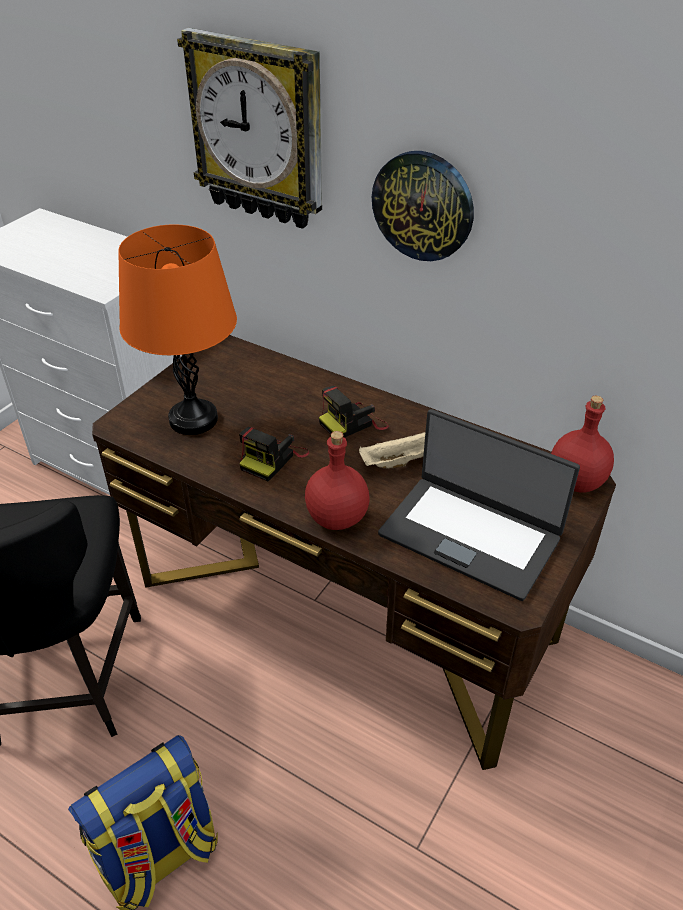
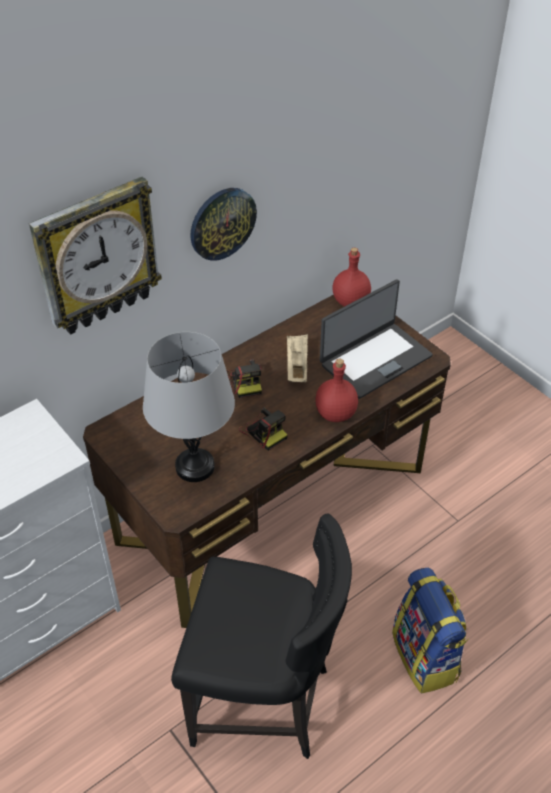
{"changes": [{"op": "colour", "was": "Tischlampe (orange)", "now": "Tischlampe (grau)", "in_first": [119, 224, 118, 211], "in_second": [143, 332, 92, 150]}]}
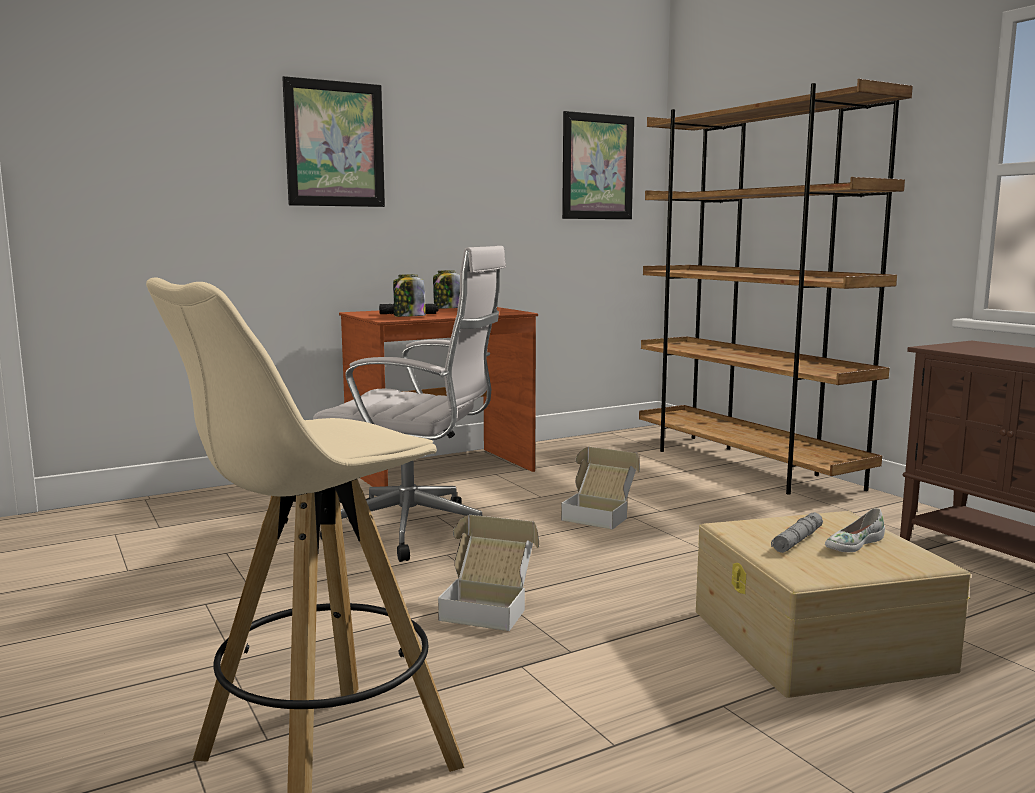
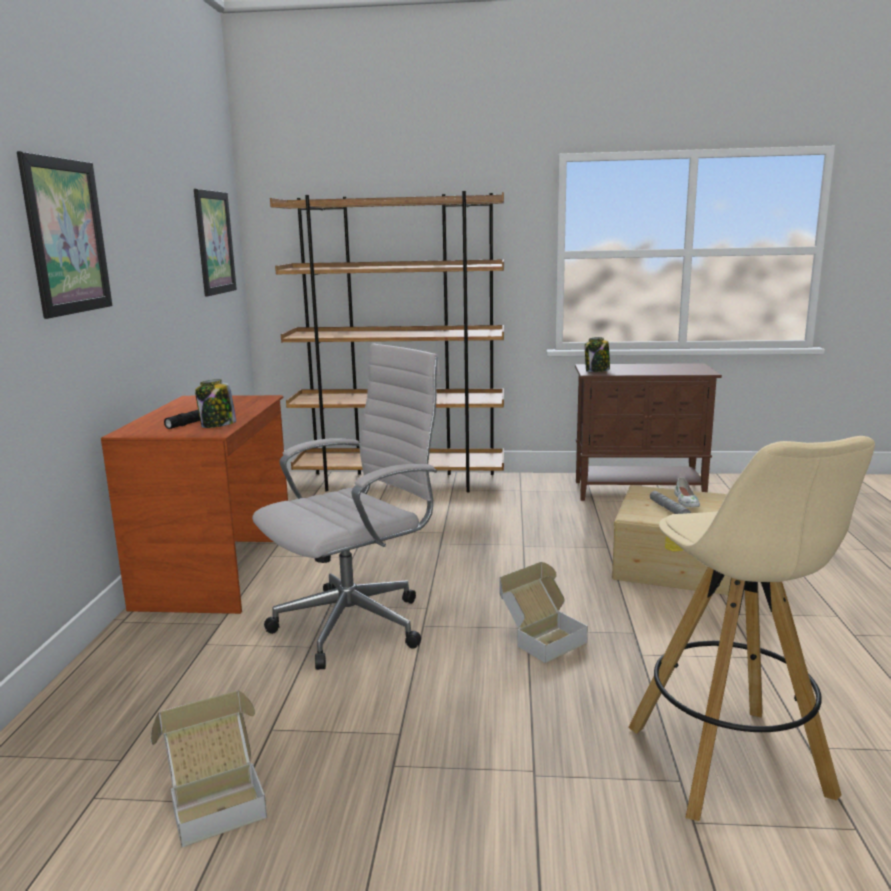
{"changes": [{"op": "relocated", "was": "Vorratsglas", "in_first": [433, 270, 27, 39], "in_second": [585, 337, 25, 35]}, {"op": "relocated", "was": "Karton", "in_first": [561, 447, 79, 83], "in_second": [151, 690, 116, 158]}]}
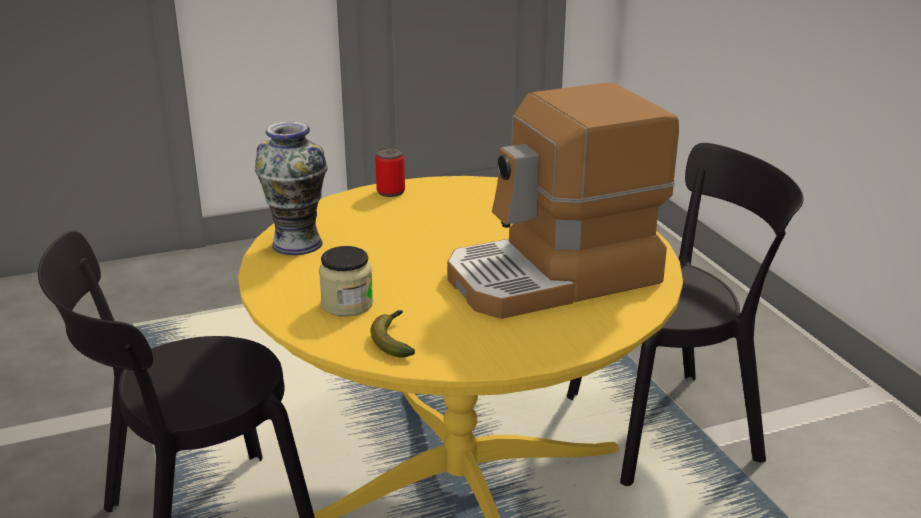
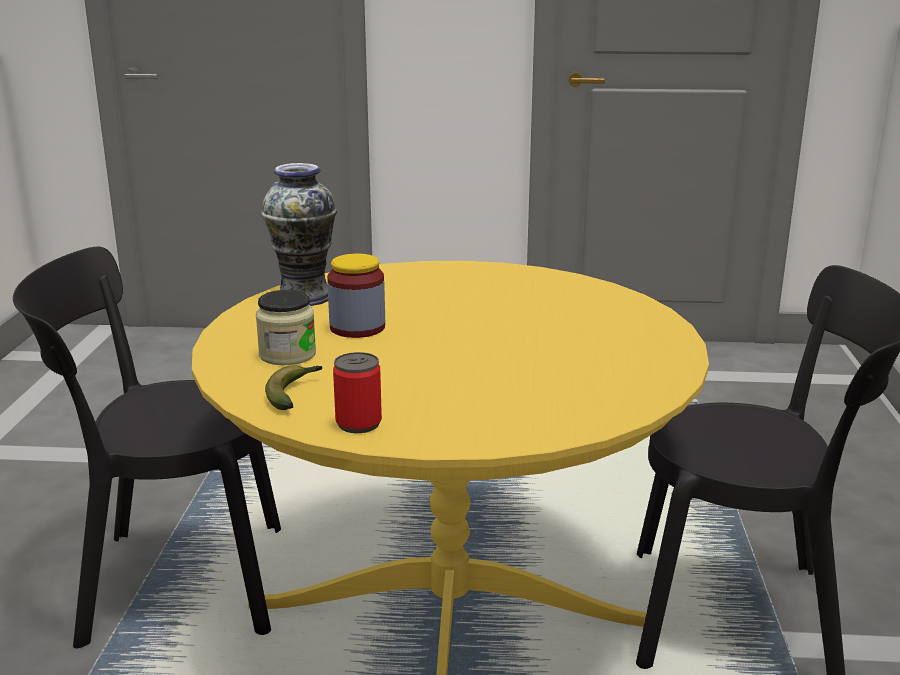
{"changes": [{"op": "missing", "was": "Kaffeemaschine", "in_first": [447, 83, 232, 236]}, {"op": "appeared", "now": "Vorratsglas", "in_second": [327, 254, 58, 84]}, {"op": "relocated", "was": "Dose", "in_first": [375, 147, 30, 50], "in_second": [333, 352, 49, 81]}]}
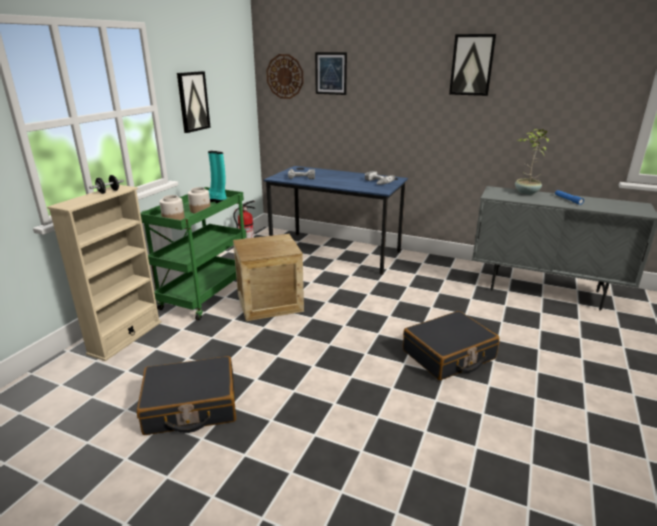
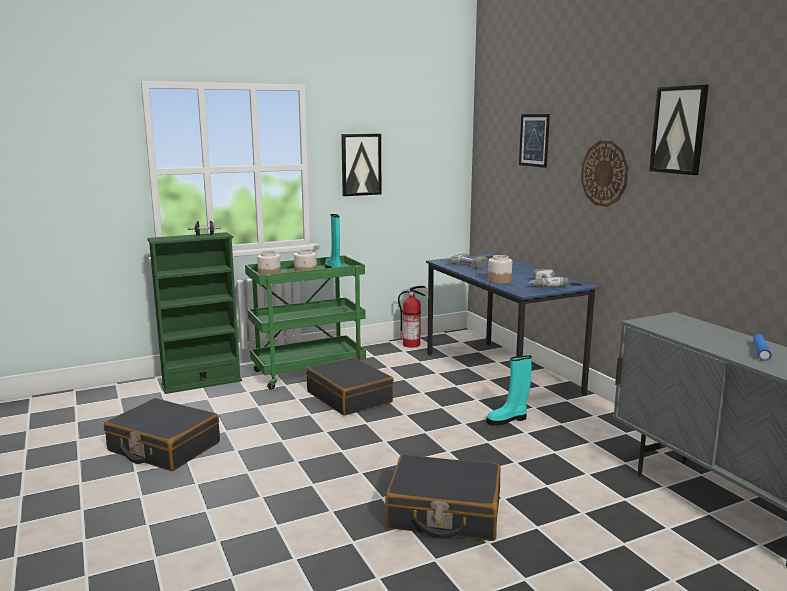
{"changes": [{"op": "missing", "was": "Topfpflanze", "in_first": [515, 129, 34, 66]}, {"op": "appeared", "now": "Stiefel (türkis)", "in_second": [486, 355, 46, 71]}, {"op": "appeared", "now": "Vorratsglas", "in_second": [488, 255, 24, 29]}, {"op": "relocated", "was": "Wanduhr", "in_first": [266, 54, 37, 45], "in_second": [581, 141, 48, 66]}, {"op": "exchanged", "was": "Kiste", "now": "Koffer (schwarz)", "in_first": [233, 234, 71, 87], "in_second": [306, 357, 88, 59]}, {"op": "colour", "was": "Bücherregal (beige)", "now": "Bücherregal (grün)", "in_first": [47, 185, 114, 176], "in_second": [147, 232, 95, 162]}]}
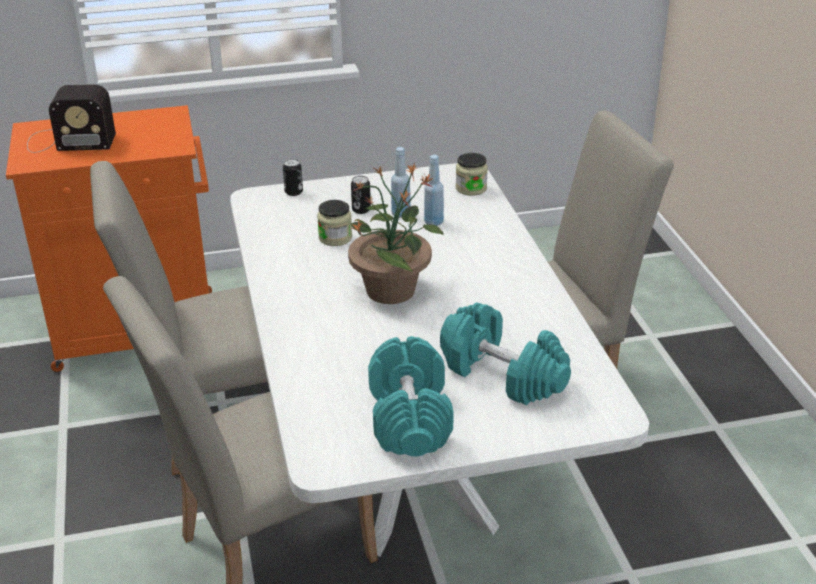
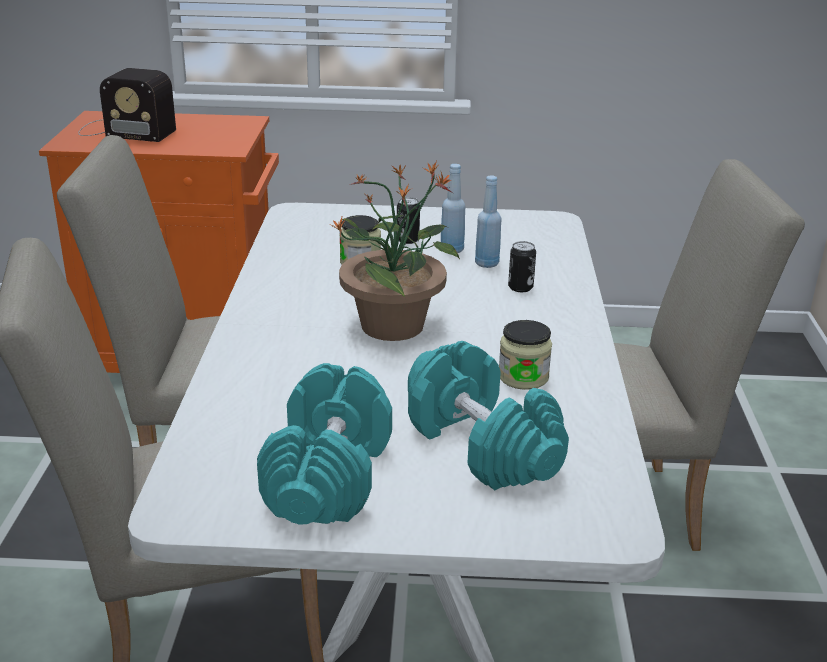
{"changes": [{"op": "relocated", "was": "Dose", "in_first": [283, 159, 20, 37], "in_second": [508, 241, 28, 51]}, {"op": "relocated", "was": "Vorratsglas", "in_first": [456, 153, 32, 43], "in_second": [499, 320, 53, 70]}]}
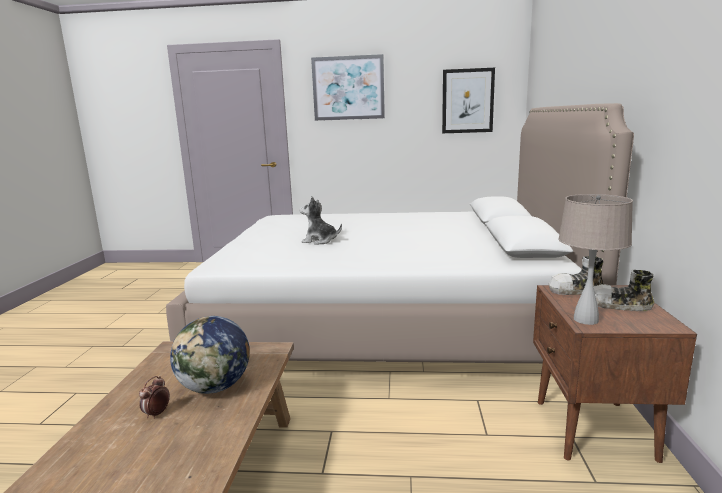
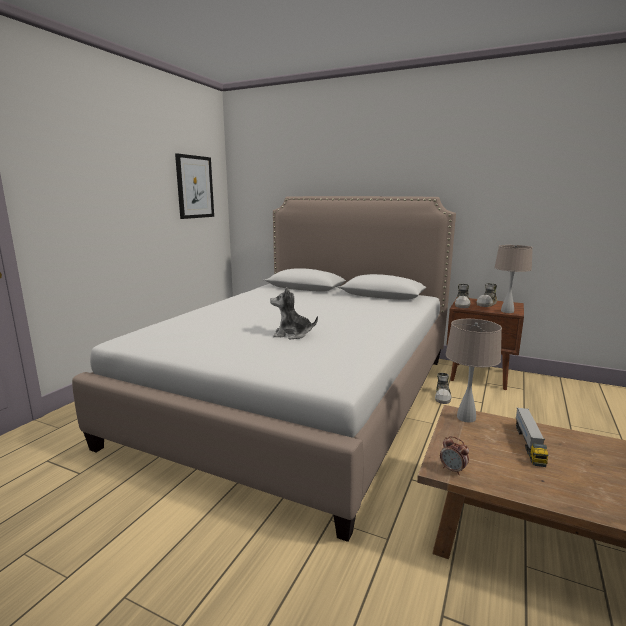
{"changes": [{"op": "missing", "was": "Bild", "in_first": [311, 54, 74, 67]}, {"op": "appeared", "now": "Schuh", "in_second": [435, 373, 16, 31]}, {"op": "appeared", "now": "Tischlampe (beige)", "in_second": [446, 319, 56, 104]}, {"op": "relocated", "was": "Wecker", "in_first": [139, 376, 31, 43], "in_second": [440, 436, 29, 39]}, {"op": "exchanged", "was": "Globus", "now": "Spielzeuglaster", "in_first": [170, 316, 80, 78], "in_second": [516, 407, 33, 60]}, {"op": "spun", "was": "Plüschtier", "in_first": [299, 197, 43, 48], "in_second": [270, 287, 48, 52], "clockwise": 60}]}
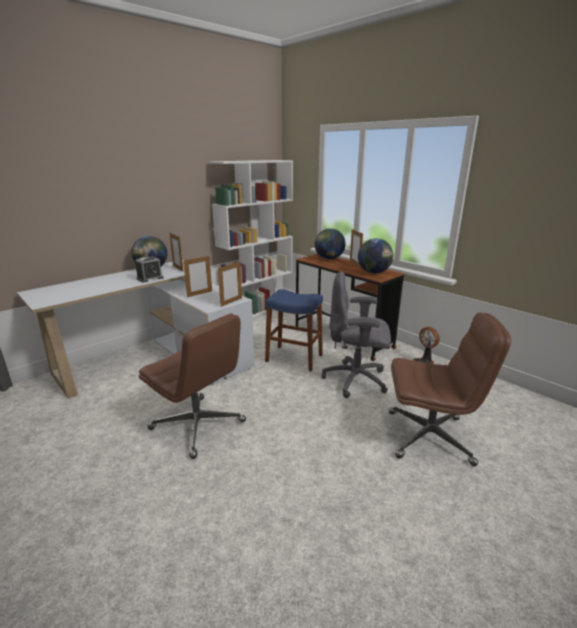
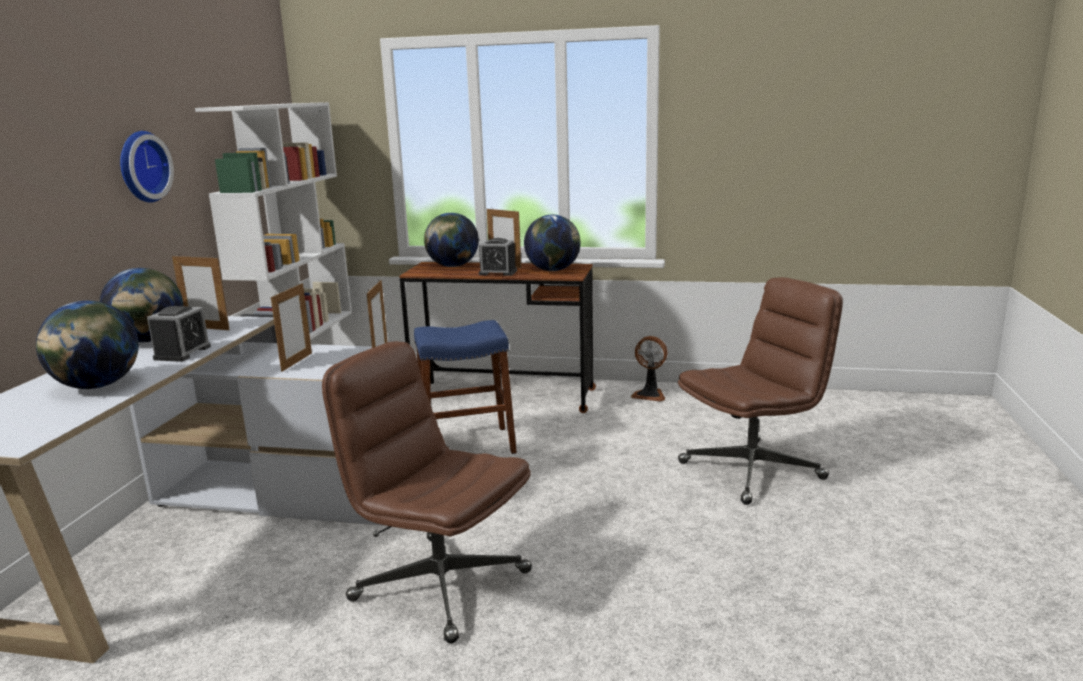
{"changes": [{"op": "missing", "was": "Bürostuhl (grau)", "in_first": [321, 271, 70, 127]}, {"op": "appeared", "now": "Globus", "in_second": [36, 301, 103, 88]}, {"op": "appeared", "now": "Wanduhr", "in_second": [120, 131, 54, 72]}, {"op": "appeared", "now": "Wecker", "in_second": [479, 238, 38, 38]}, {"op": "spun", "was": "Bürostuhl (braun)", "in_first": [139, 313, 107, 146], "in_second": [322, 341, 210, 303], "clockwise": -150}]}
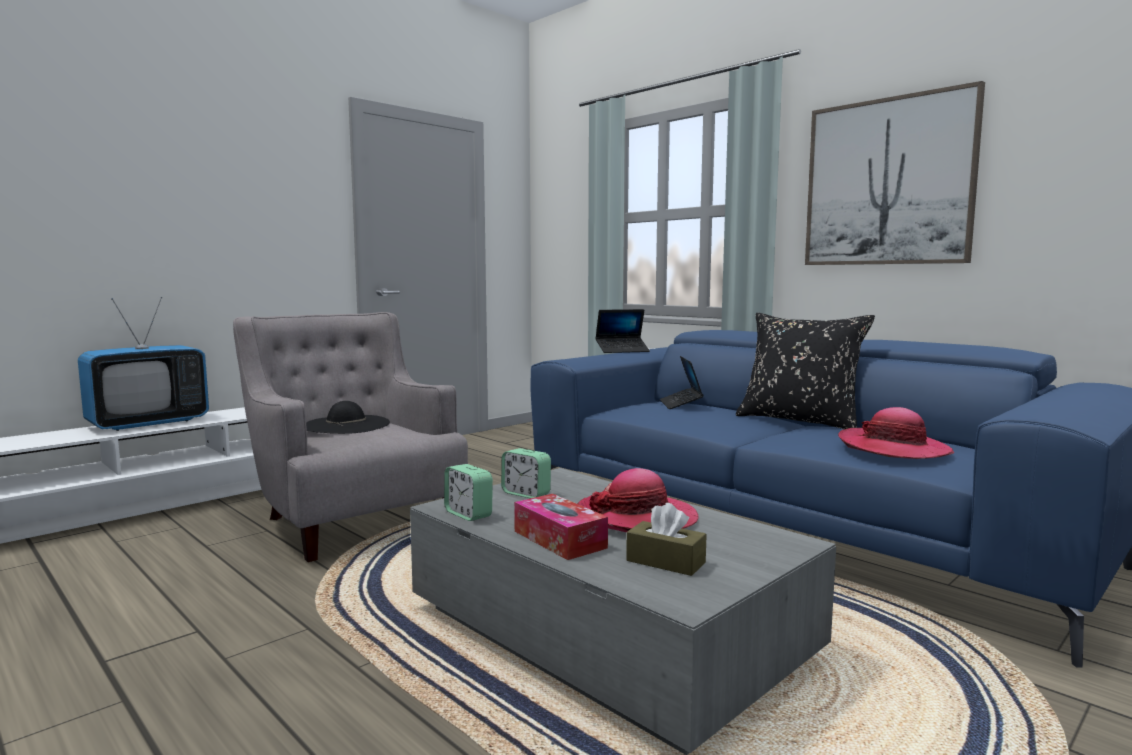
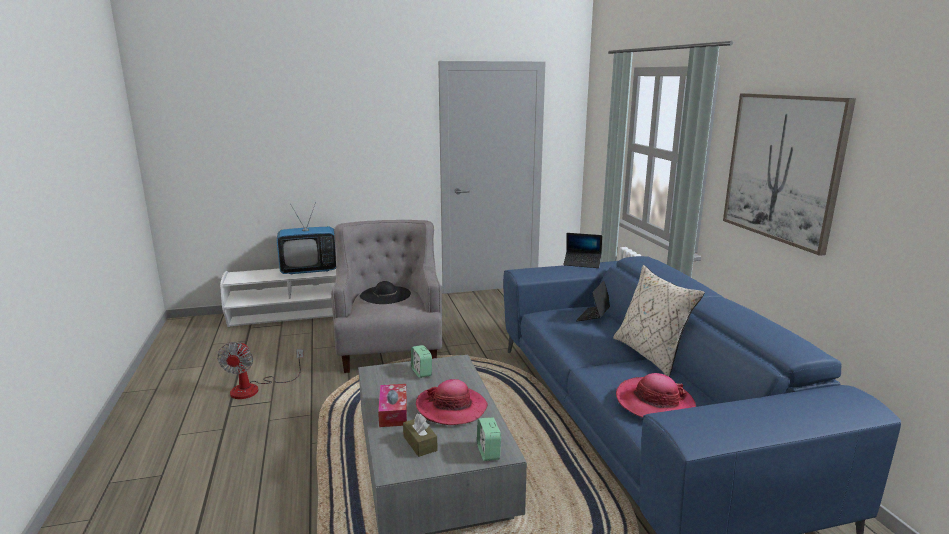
{"changes": [{"op": "appeared", "now": "Ventilator", "in_second": [217, 342, 87, 57]}, {"op": "relocated", "was": "Wecker", "in_first": [444, 464, 49, 57], "in_second": [477, 417, 24, 44]}, {"op": "colour", "was": "Kissen (schwarz)", "now": "Kissen (beige)", "in_first": [736, 313, 139, 116], "in_second": [613, 265, 92, 112]}]}
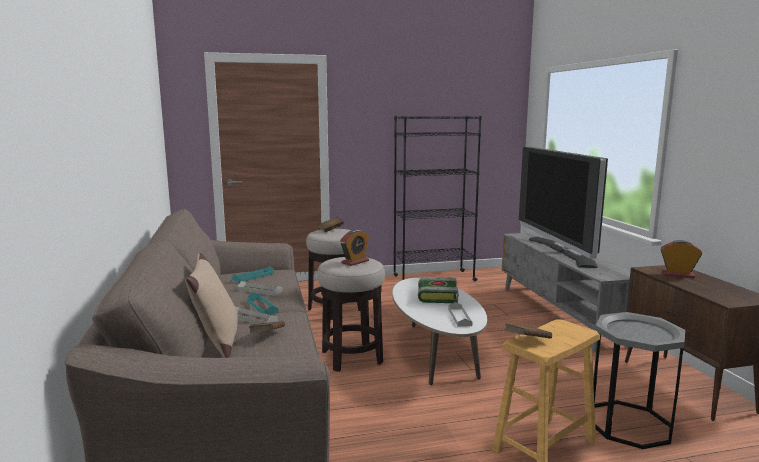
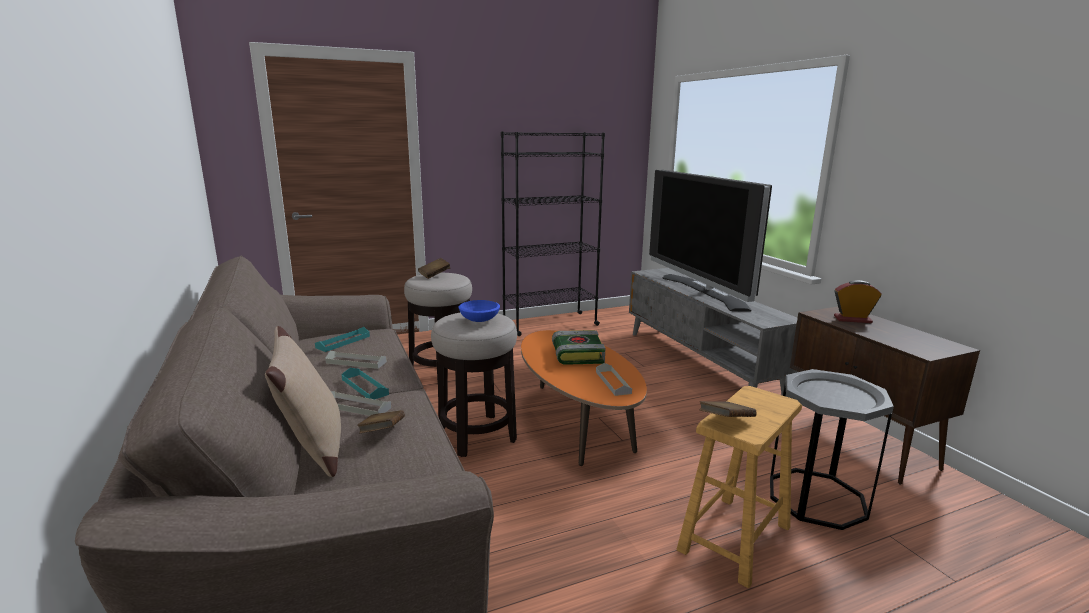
{"changes": [{"op": "exchanged", "was": "Wecker", "now": "Schüssel (blau)", "in_first": [340, 229, 29, 37], "in_second": [458, 300, 42, 22]}, {"op": "colour", "was": "Couchtisch (weiß)", "now": "Couchtisch (orange)", "in_first": [392, 278, 95, 107], "in_second": [521, 330, 126, 136]}]}
